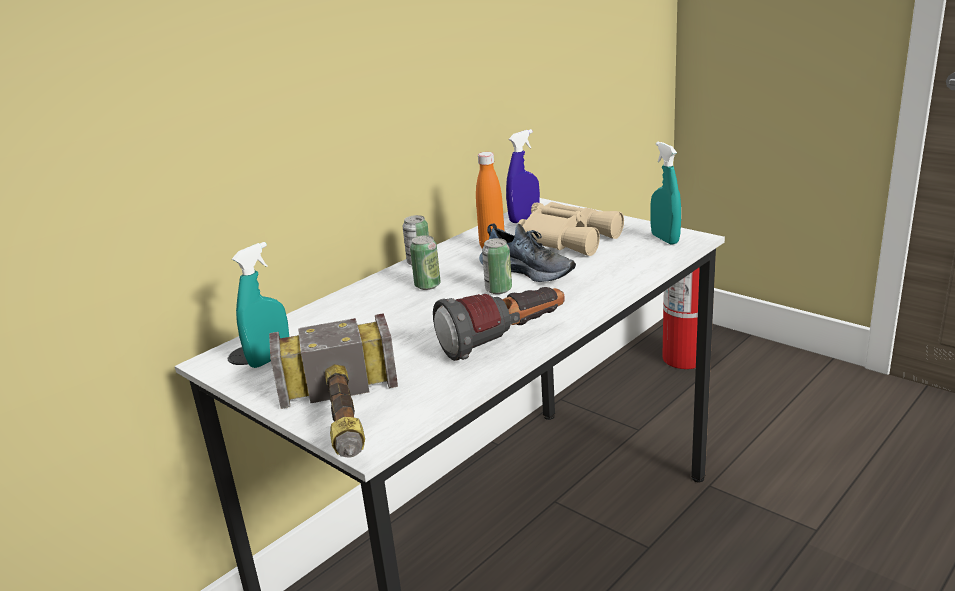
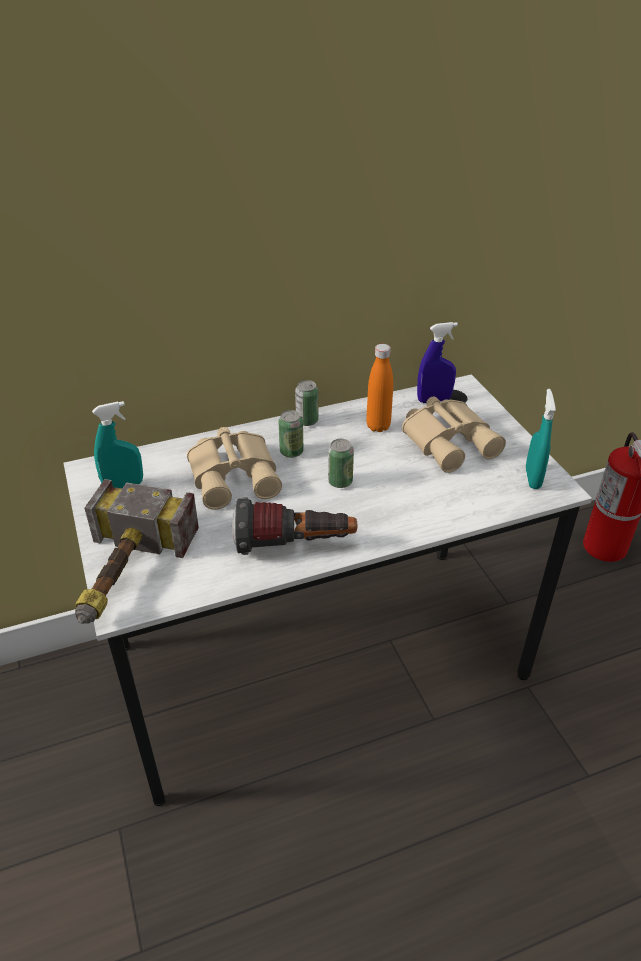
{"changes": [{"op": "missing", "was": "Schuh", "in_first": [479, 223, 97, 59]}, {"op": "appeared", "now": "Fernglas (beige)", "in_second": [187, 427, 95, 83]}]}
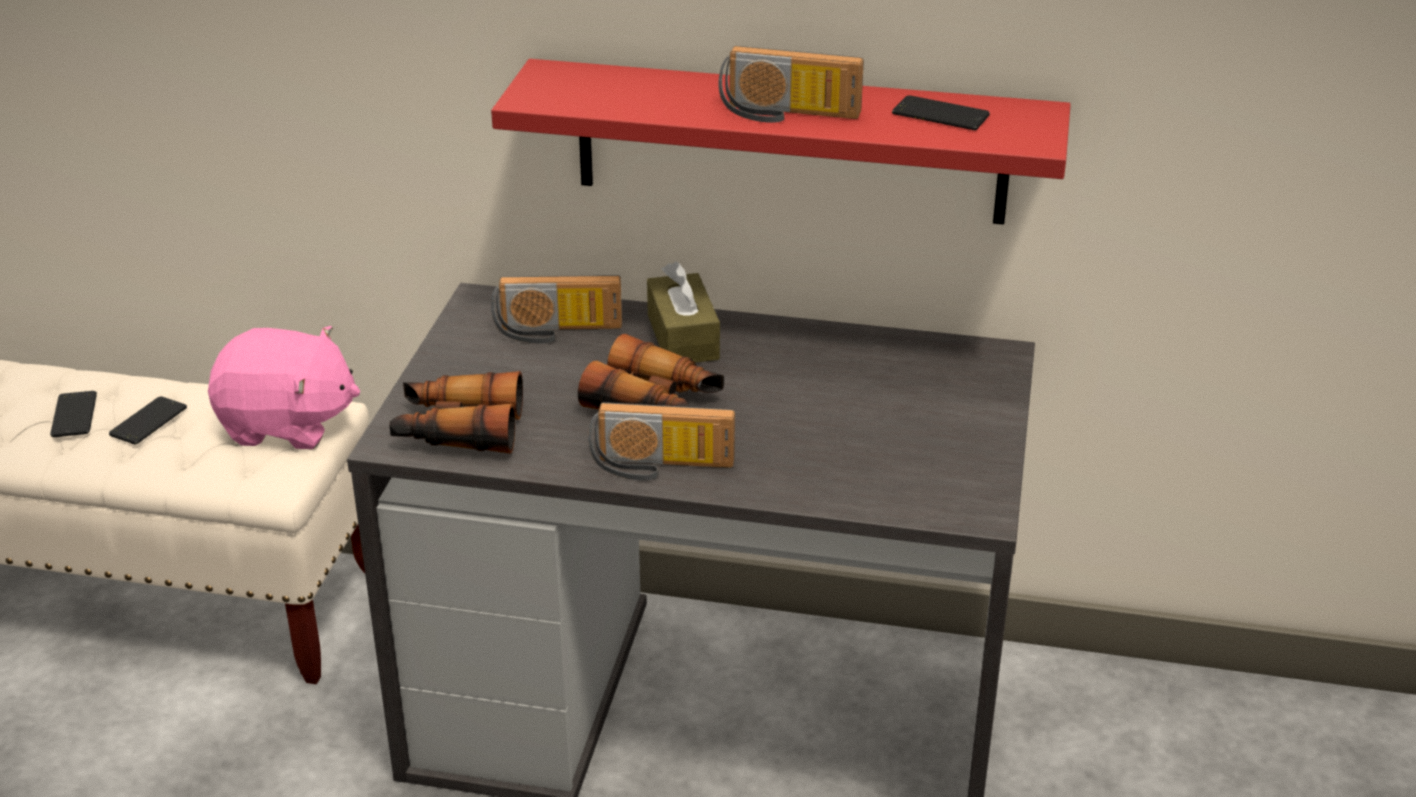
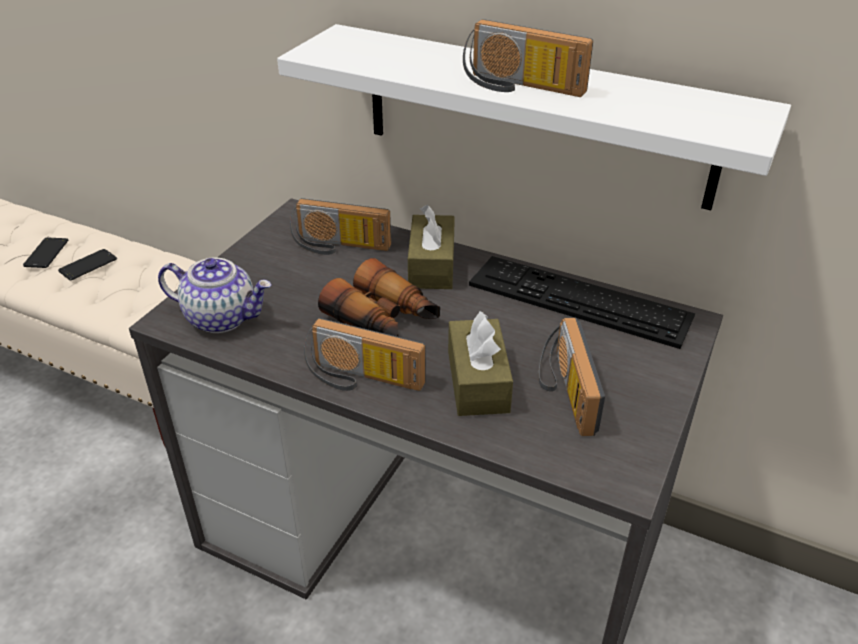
{"changes": [{"op": "missing", "was": "Plüschtier (rosa)", "in_first": [208, 326, 152, 123]}, {"op": "missing", "was": "Handy", "in_first": [892, 95, 98, 35]}, {"op": "appeared", "now": "Taschentuchbox (braun)", "in_second": [448, 311, 65, 105]}, {"op": "appeared", "now": "Tastatur", "in_second": [469, 256, 226, 93]}, {"op": "appeared", "now": "Radio", "in_second": [539, 318, 66, 118]}, {"op": "exchanged", "was": "Fernglas", "now": "Teekanne", "in_first": [389, 371, 134, 83], "in_second": [158, 257, 113, 76]}, {"op": "colour", "was": "Wandregal (rot)", "now": "Wandregal (weiß)", "in_first": [491, 59, 580, 166], "in_second": [277, 24, 514, 186]}]}
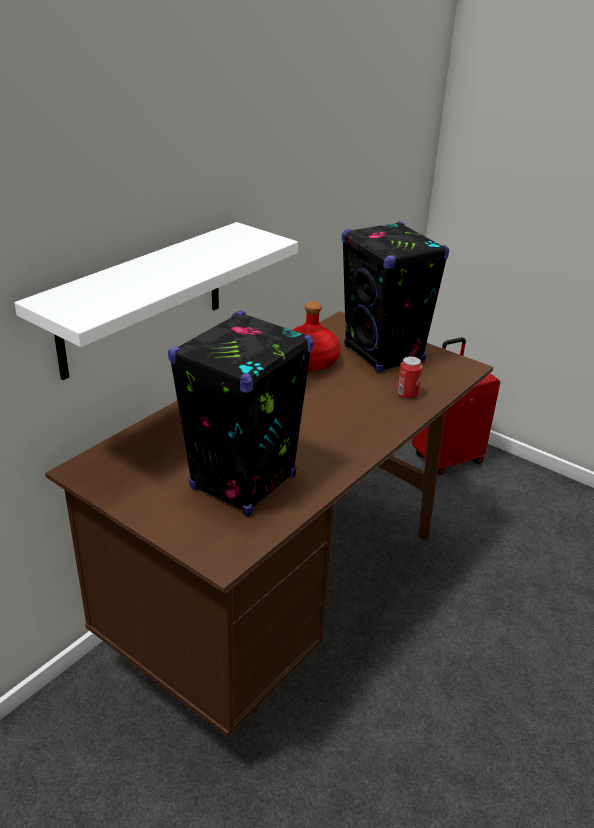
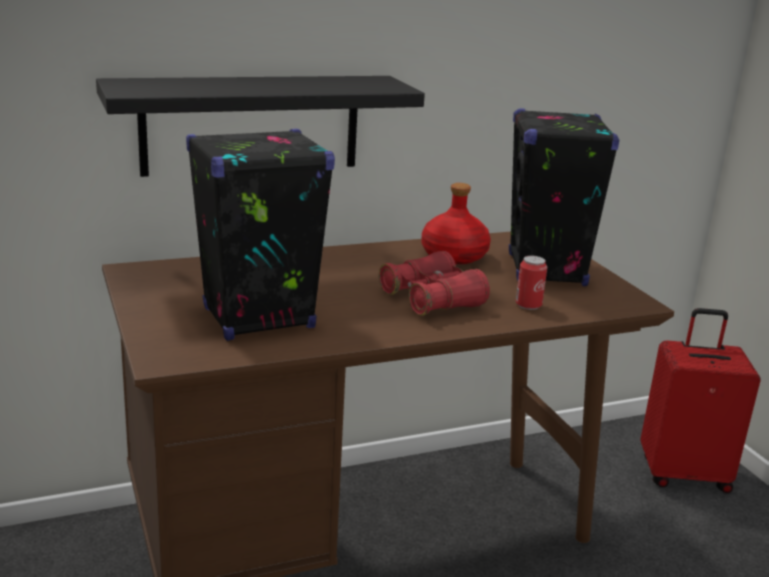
{"changes": [{"op": "appeared", "now": "Fernglas (rot)", "in_second": [379, 251, 111, 65]}, {"op": "colour", "was": "Wandregal (weiß)", "now": "Wandregal (schwarz)", "in_first": [14, 222, 284, 158], "in_second": [96, 76, 329, 101]}]}
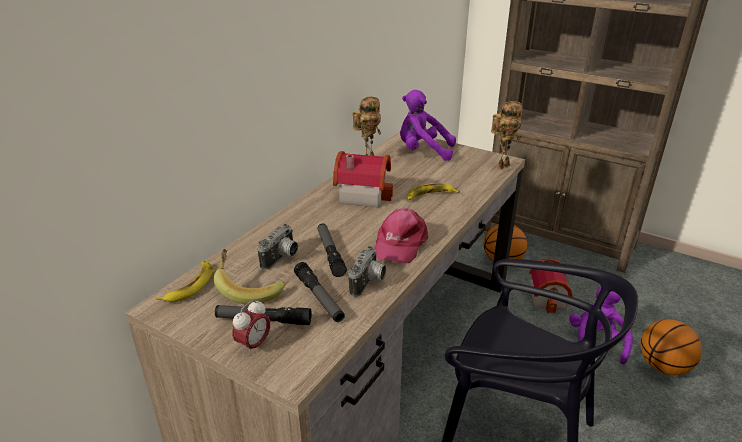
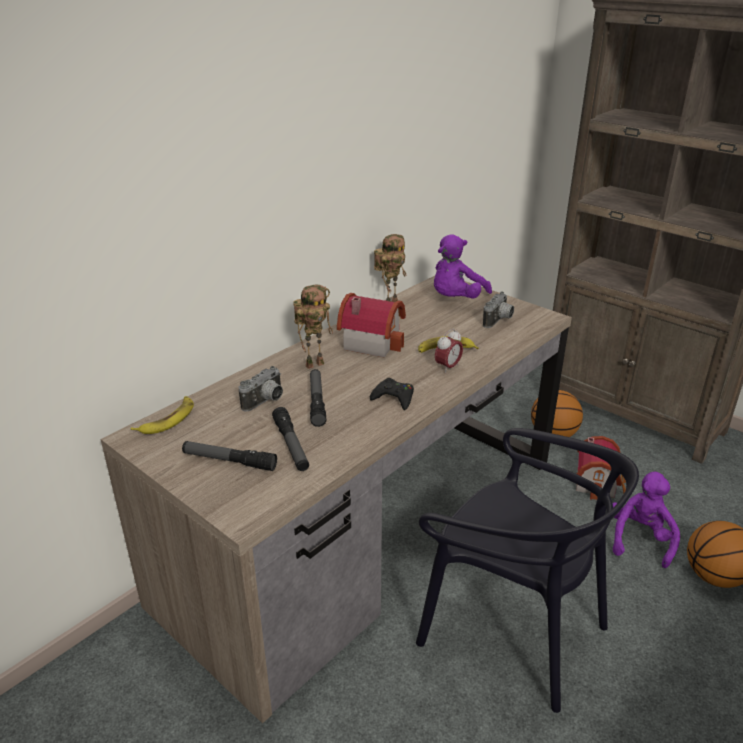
{"changes": [{"op": "missing", "was": "Banane", "in_first": [214, 249, 71, 56]}, {"op": "relocated", "was": "Wecker", "in_first": [232, 300, 38, 56], "in_second": [435, 329, 28, 44]}, {"op": "relocated", "was": "Kamera", "in_first": [348, 246, 38, 51], "in_second": [483, 292, 31, 36]}, {"op": "relocated", "was": "Spielzeugroboter", "in_first": [491, 101, 32, 68], "in_second": [293, 284, 40, 85]}, {"op": "exchanged", "was": "Kappe (rosa)", "now": "Gamepad (schwarz)", "in_first": [375, 208, 53, 55], "in_second": [370, 378, 44, 32]}, {"op": "spun", "was": "Plüschtier (lila)", "in_first": [400, 90, 56, 71], "in_second": [434, 234, 58, 65], "clockwise": -75}]}
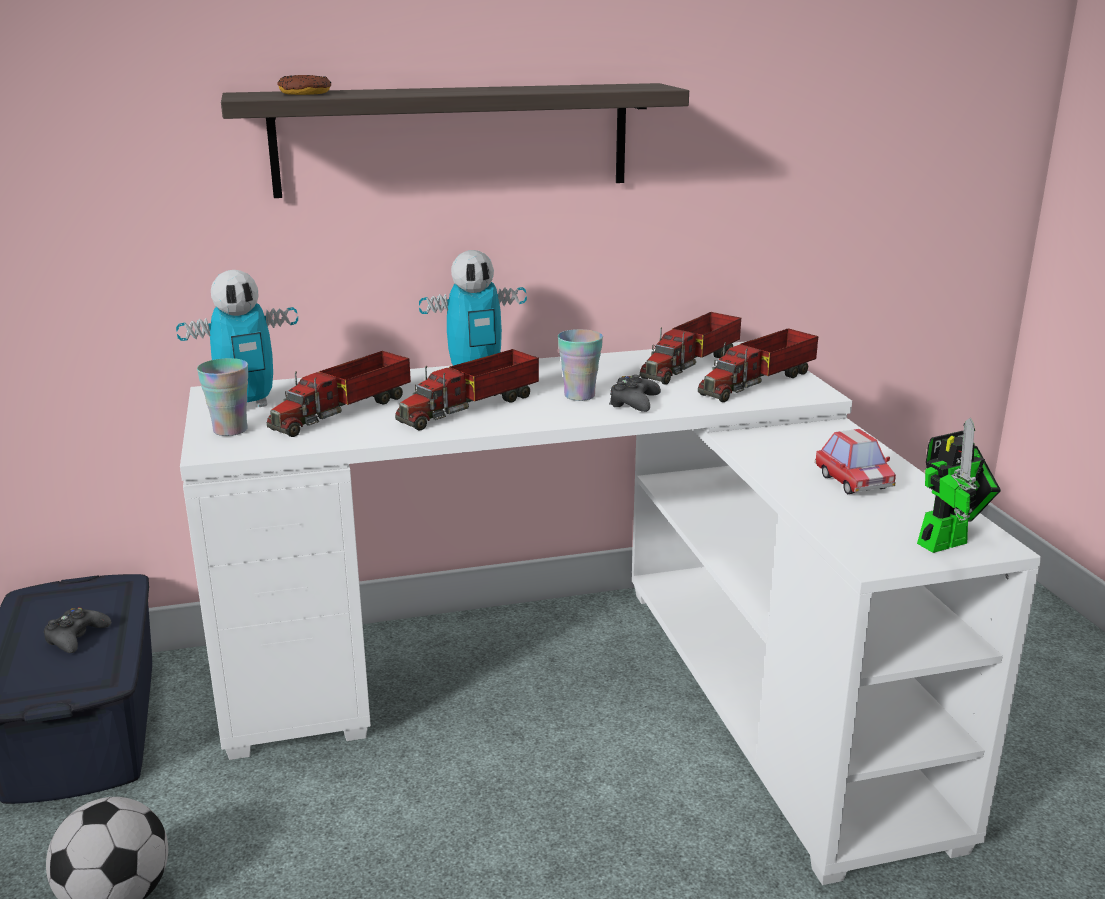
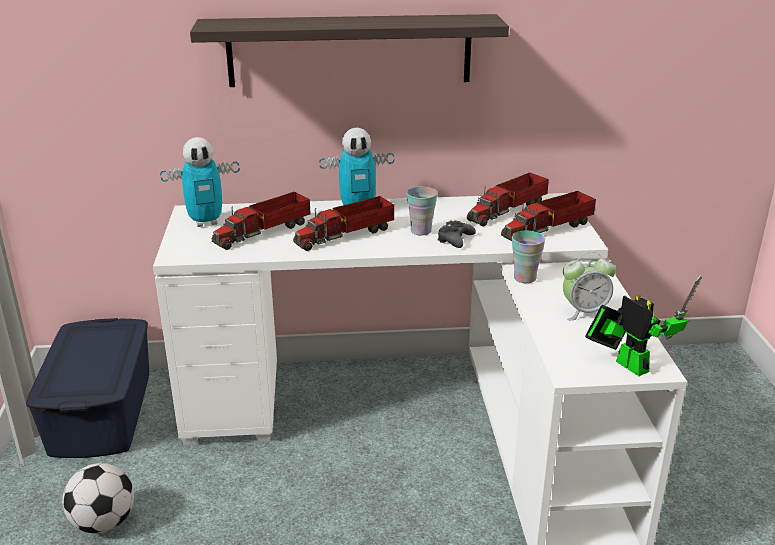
{"changes": [{"op": "missing", "was": "Gamepad (schwarz)", "in_first": [44, 608, 68, 45]}, {"op": "missing", "was": "Donut", "in_first": [277, 75, 54, 20]}, {"op": "relocated", "was": "Tasse", "in_first": [197, 358, 51, 78], "in_second": [512, 231, 33, 52]}, {"op": "exchanged", "was": "Spielzeugauto", "now": "Wecker", "in_first": [815, 429, 81, 65], "in_second": [563, 252, 53, 68]}, {"op": "spun", "was": "Spielzeugroboter", "in_first": [917, 418, 84, 135], "in_second": [585, 275, 116, 101], "clockwise": -105}]}
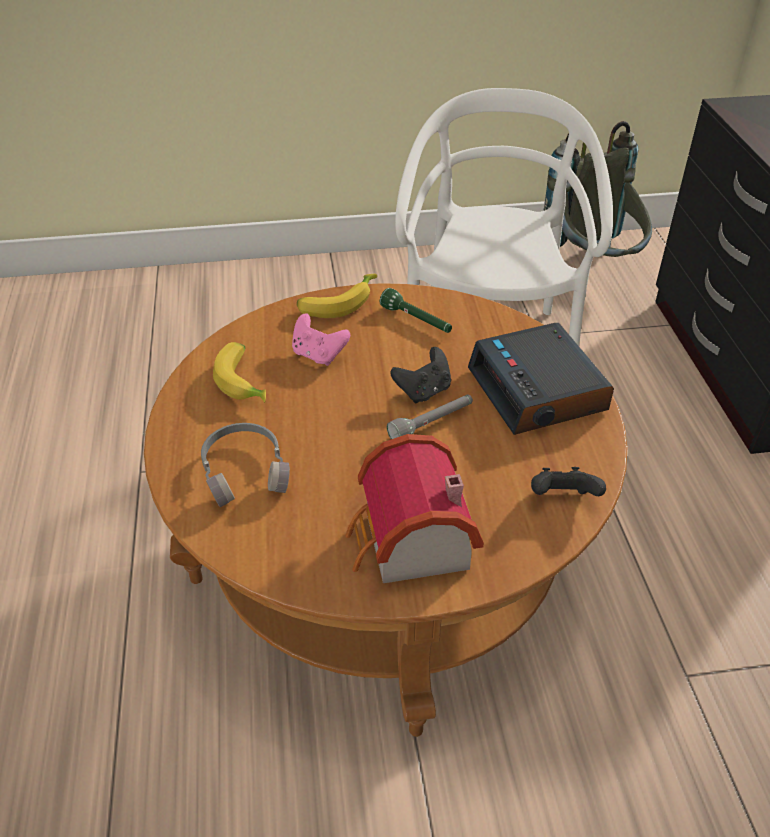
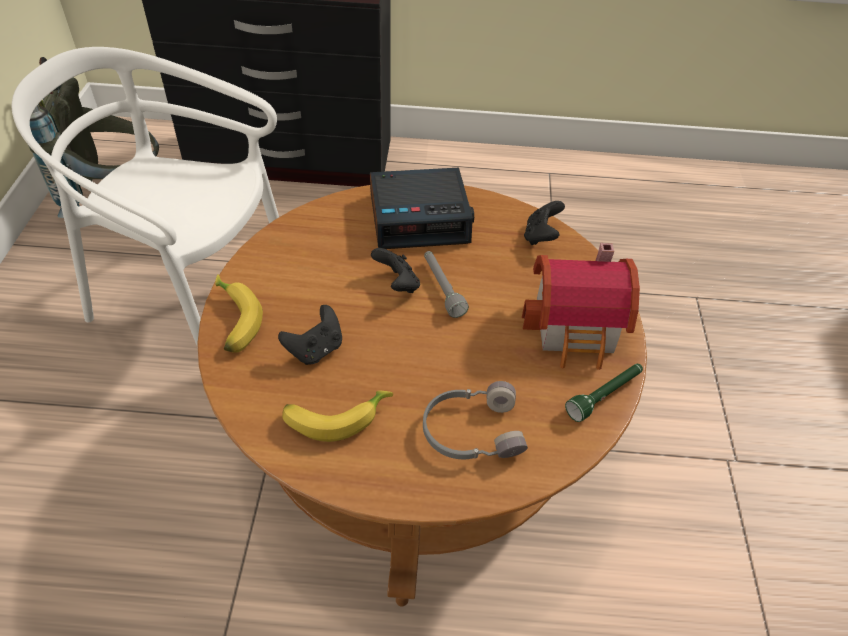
{"changes": [{"op": "relocated", "was": "Taschenlampe (grün)", "in_first": [380, 288, 72, 45], "in_second": [565, 364, 78, 58]}, {"op": "colour", "was": "Gamepad (rosa)", "now": "Gamepad (schwarz)", "in_first": [292, 313, 58, 53], "in_second": [278, 305, 64, 60]}]}
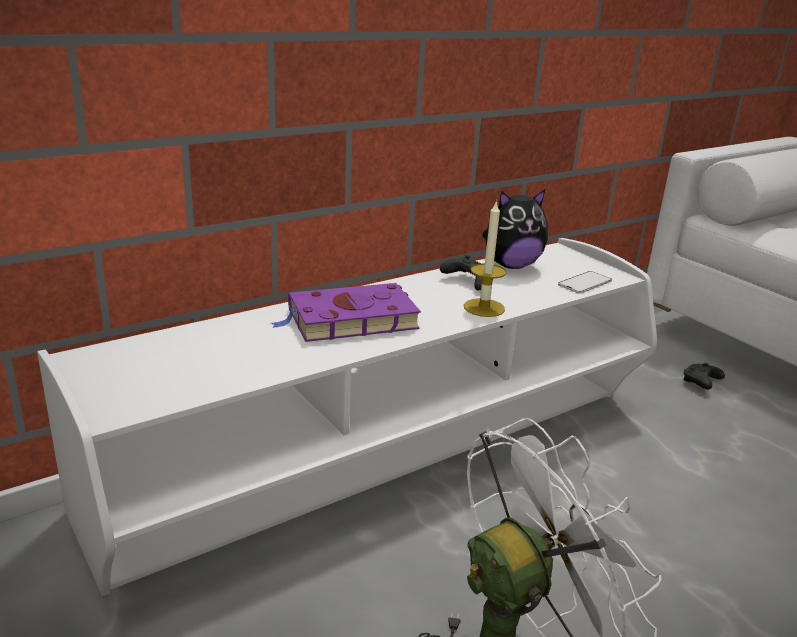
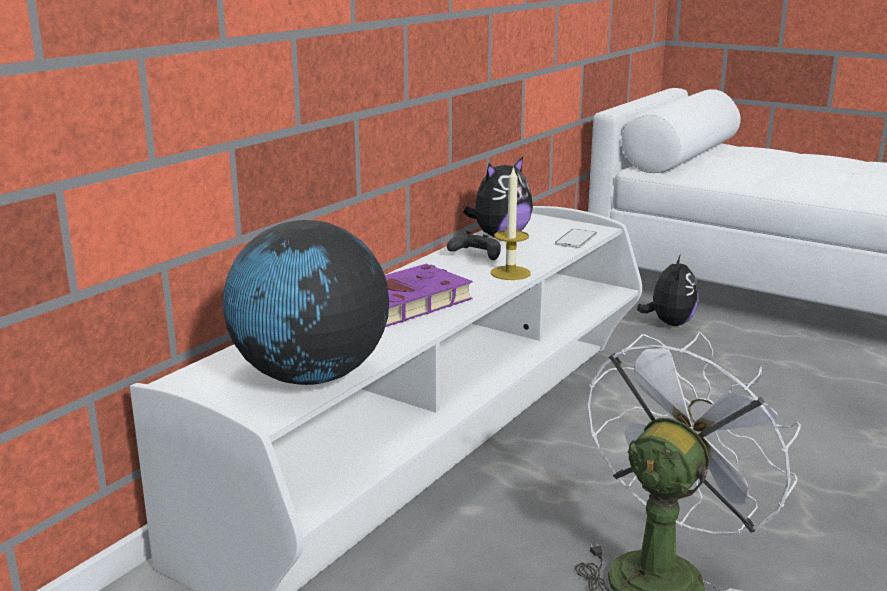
{"changes": [{"op": "appeared", "now": "Globus", "in_second": [223, 220, 166, 165]}, {"op": "exchanged", "was": "Gamepad (schwarz)", "now": "Plüschtier", "in_first": [683, 363, 42, 27], "in_second": [637, 254, 62, 72]}]}
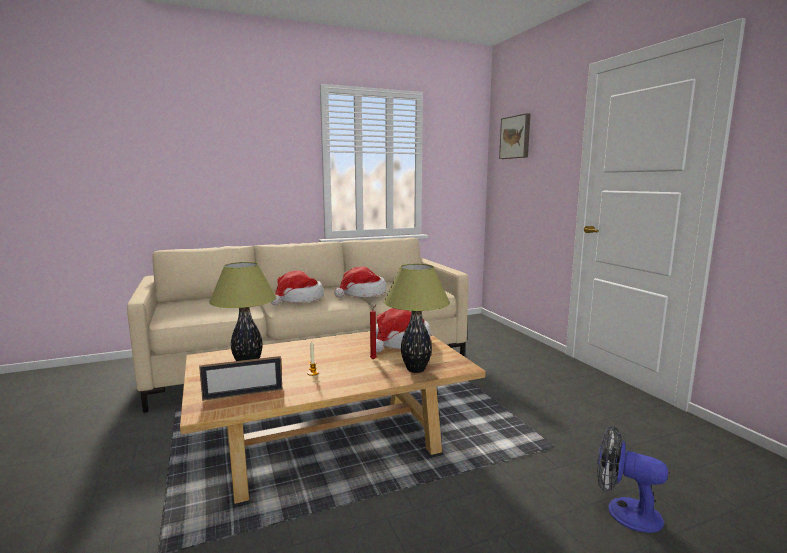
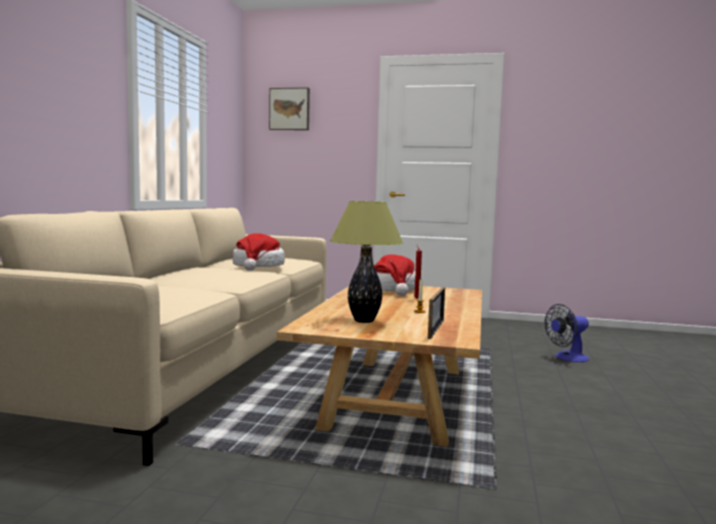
{"changes": [{"op": "missing", "was": "Hut", "in_first": [271, 270, 53, 35]}, {"op": "missing", "was": "Tischlampe", "in_first": [384, 264, 66, 109]}]}
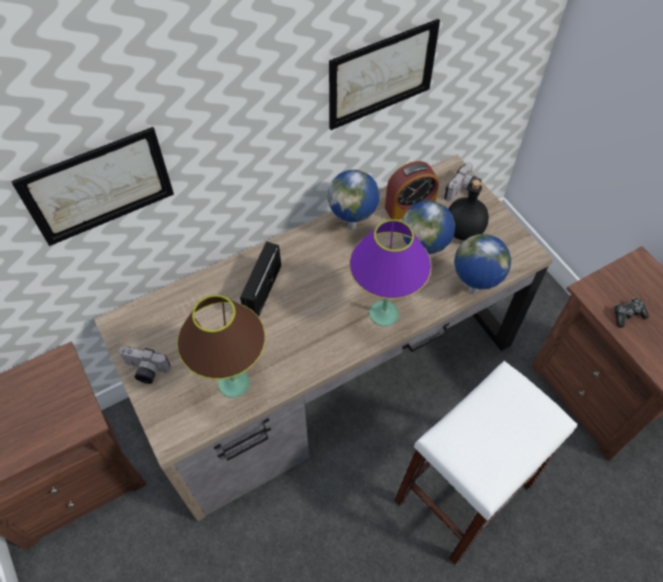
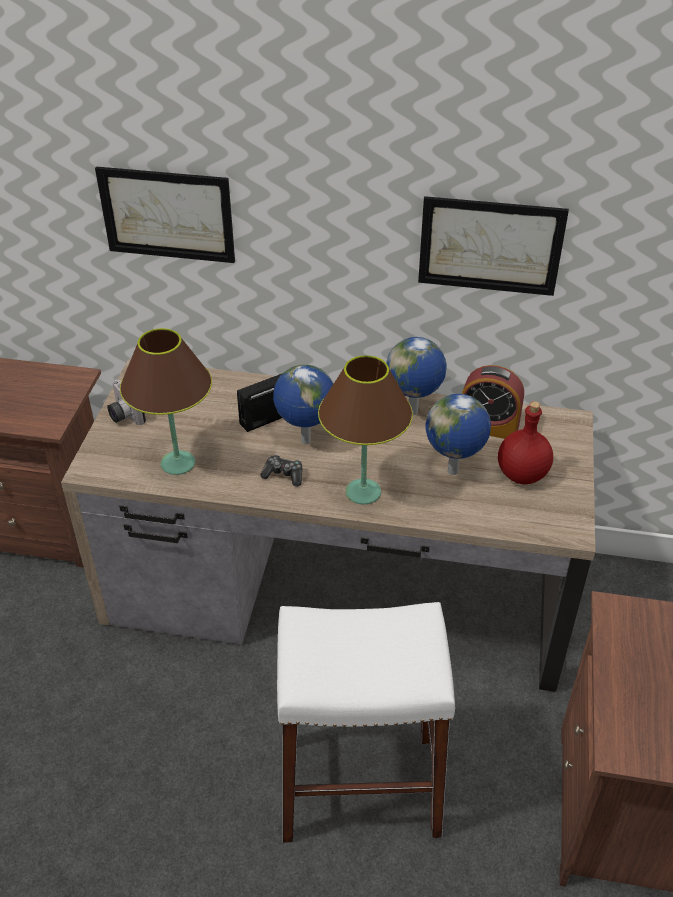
{"changes": [{"op": "missing", "was": "Kamera", "in_first": [444, 162, 37, 40]}, {"op": "relocated", "was": "Globus", "in_first": [454, 234, 57, 60], "in_second": [273, 364, 60, 80]}, {"op": "relocated", "was": "Gamepad", "in_first": [614, 298, 35, 30], "in_second": [260, 455, 42, 32]}, {"op": "colour", "was": "Tischlampe (lila)", "now": "Tischlampe (braun)", "in_first": [349, 219, 83, 107], "in_second": [318, 355, 95, 149]}, {"op": "colour", "was": "Flasche (schwarz)", "now": "Flasche (rot)", "in_first": [448, 180, 41, 61], "in_second": [498, 401, 55, 83]}]}
